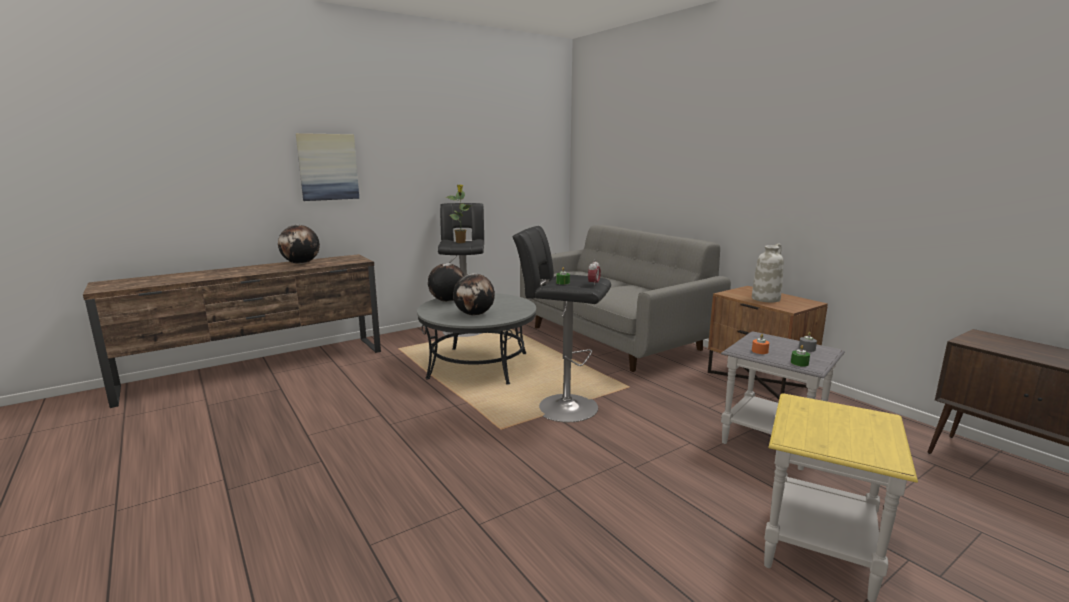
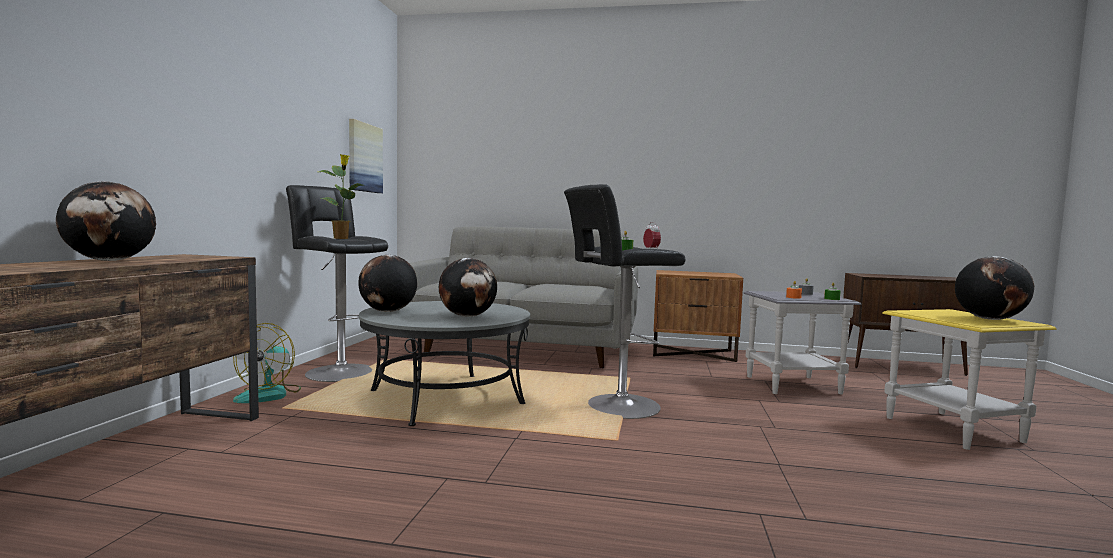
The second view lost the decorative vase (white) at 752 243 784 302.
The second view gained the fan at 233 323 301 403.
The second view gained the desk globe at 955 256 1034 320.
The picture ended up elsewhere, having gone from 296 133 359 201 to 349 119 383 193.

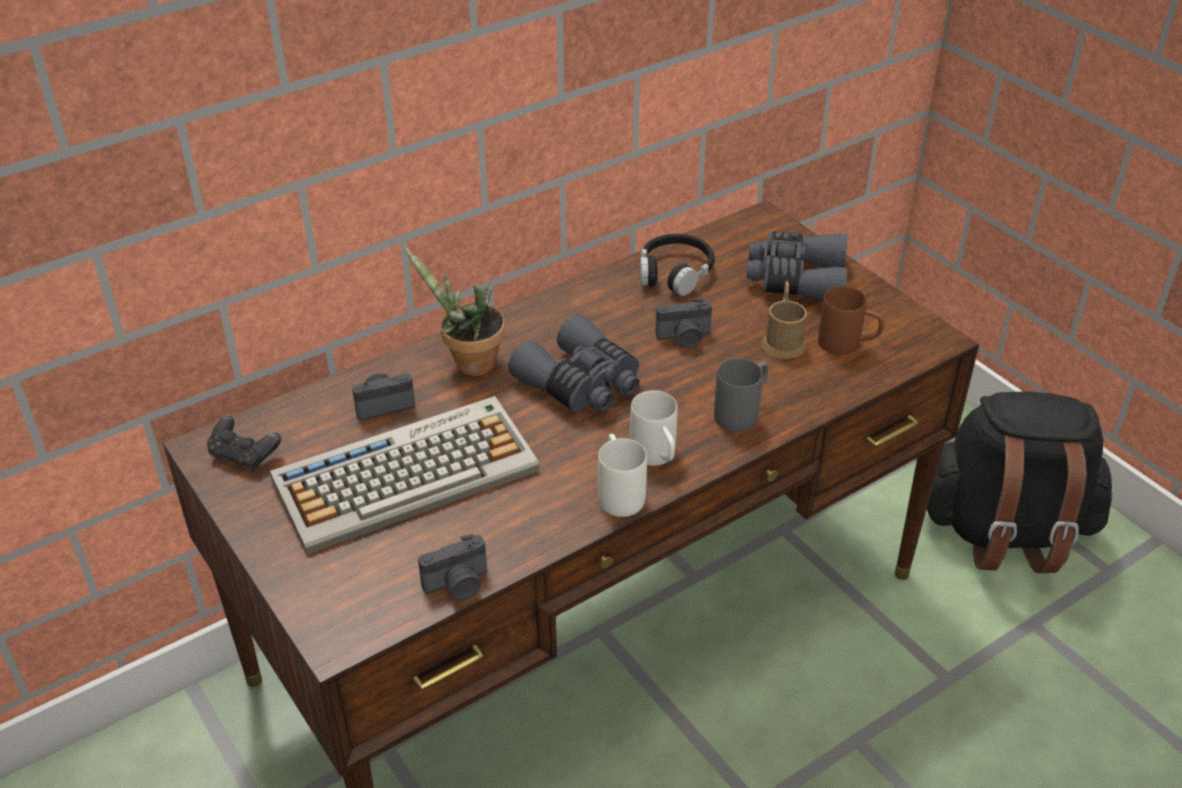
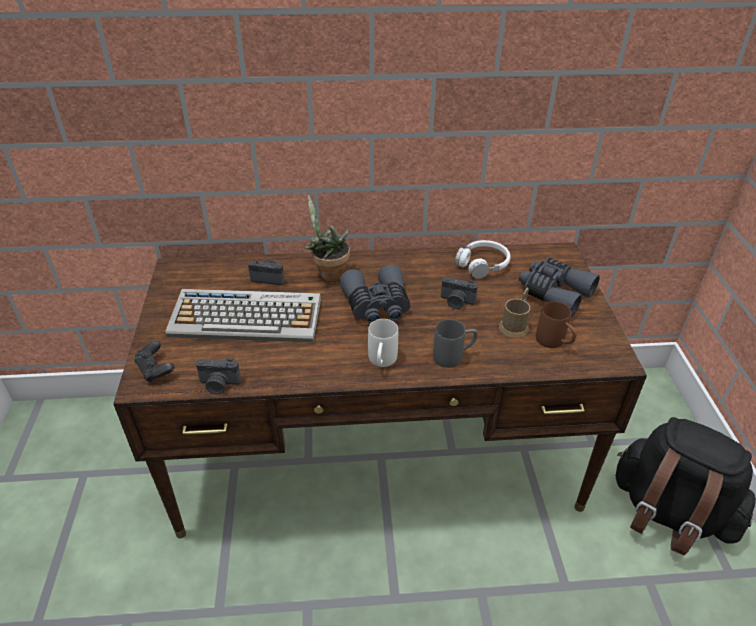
The second view lost the tea mug (white) at 598 434 647 517.
The game controller (black-coloured) ended up elsewhere, having gone from 207 416 281 471 to 135 341 174 382.
What was the pair of headphones (black-coloured) at 639 234 715 296 turned into the pair of headphones (white) at 455 240 511 279.

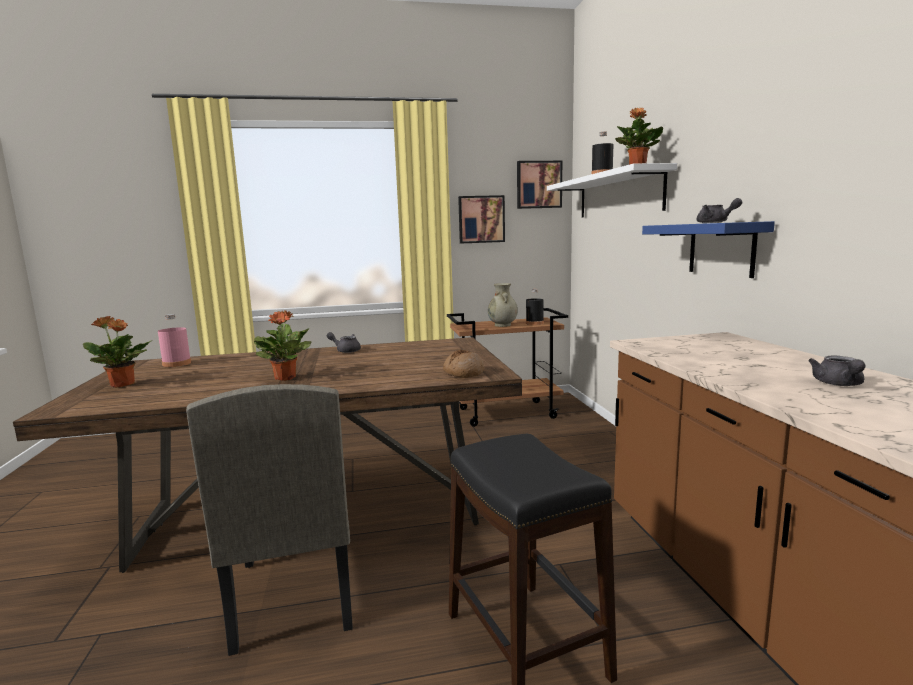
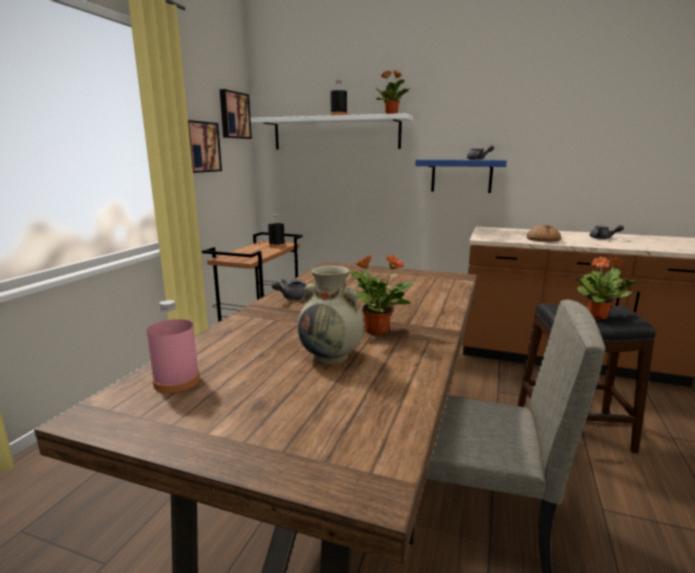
The potted plant ended up elsewhere, having gone from 83 316 152 388 to 572 256 638 320.
The baked bread ended up elsewhere, having gone from 443 349 484 378 to 527 225 561 242.
The decorative vase (beige-coloured) ended up elsewhere, having gone from 488 283 518 327 to 297 266 364 364.

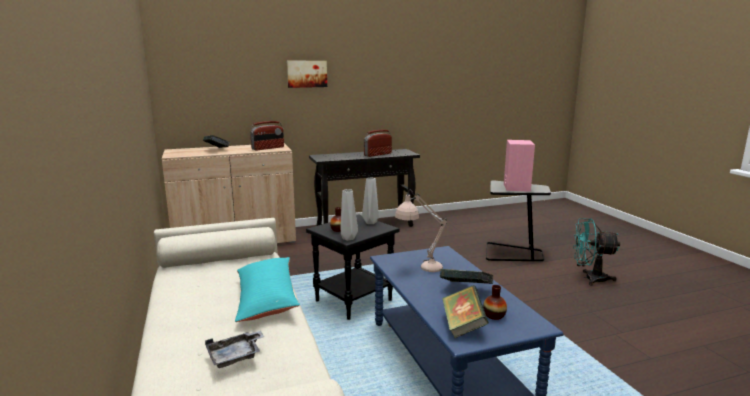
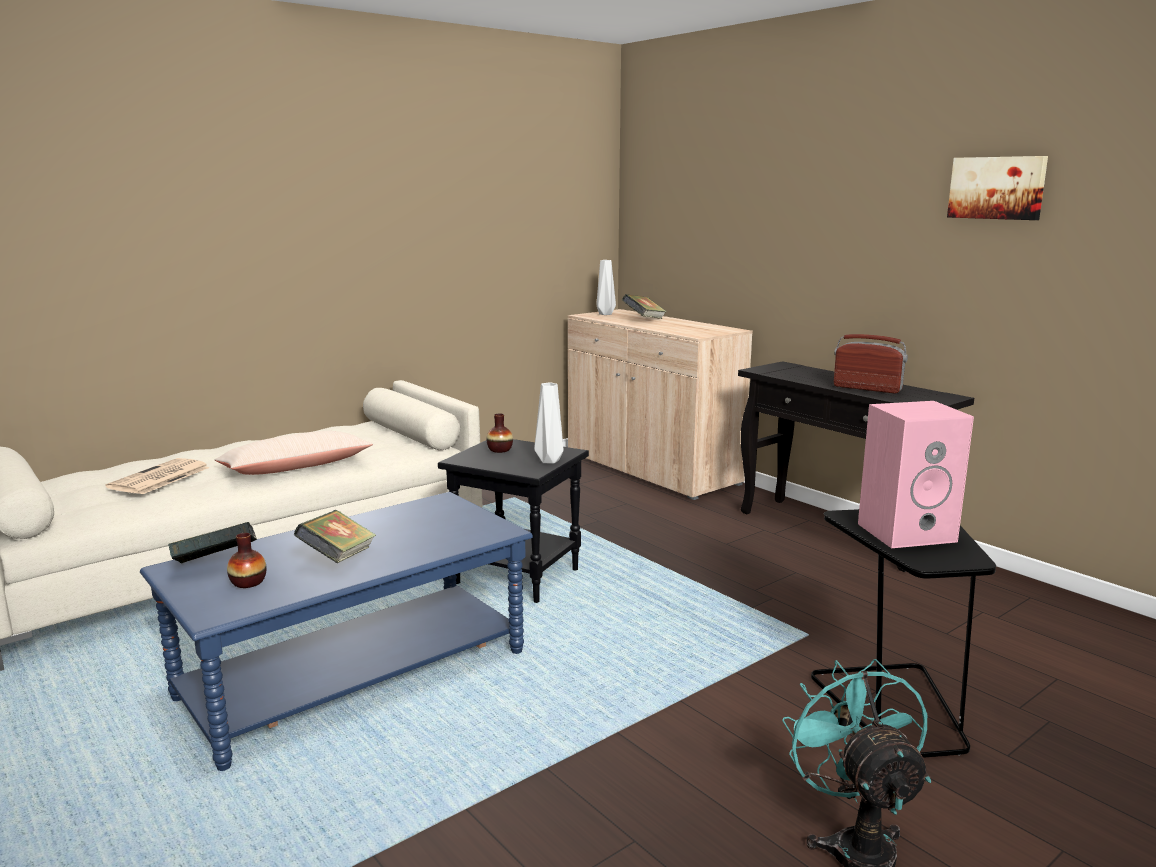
The second view lost the radio set at 250 121 284 150.
The second view lost the table lamp (beige-coloured) at 395 190 447 272.
The picture ended up elsewhere, having gone from 287 61 327 88 to 947 156 1048 220.
The decorative vase (gray) ended up elsewhere, having gone from 340 189 358 241 to 596 260 616 315.
Where the tray (gray) stood at 205 331 264 368, the printed paper came to stand at 106 458 210 494.
What was the pillow (turquoise-coloured) at 235 257 300 322 turned into the pillow (beige-coloured) at 215 431 373 475.

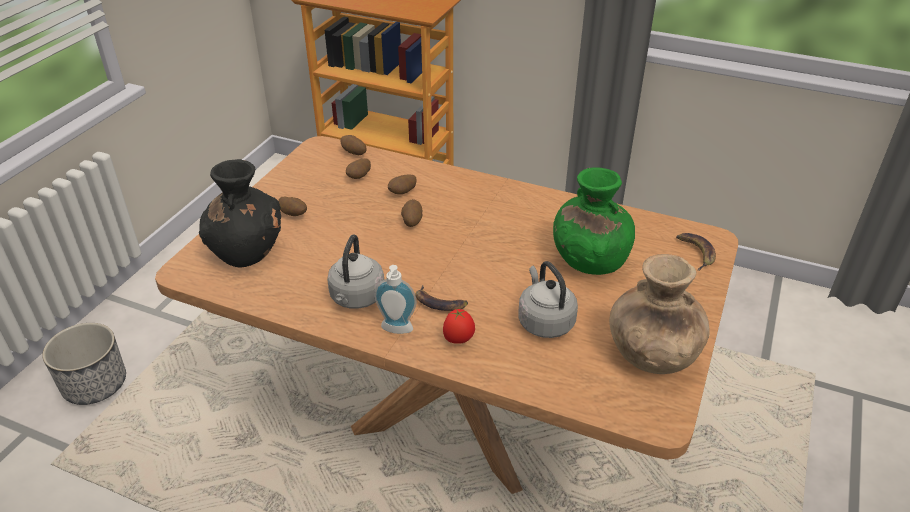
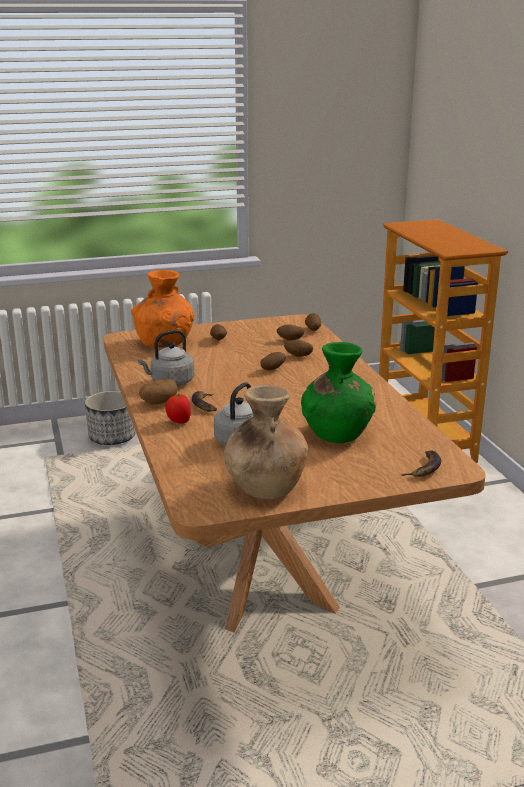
Where the liquid soap bottle stood at 374 265 417 334, the potato came to stand at 139 379 178 404.
What was the decorative vase (black-coloured) at 199 159 281 267 turned into the decorative vase (orangey) at 131 270 195 347.

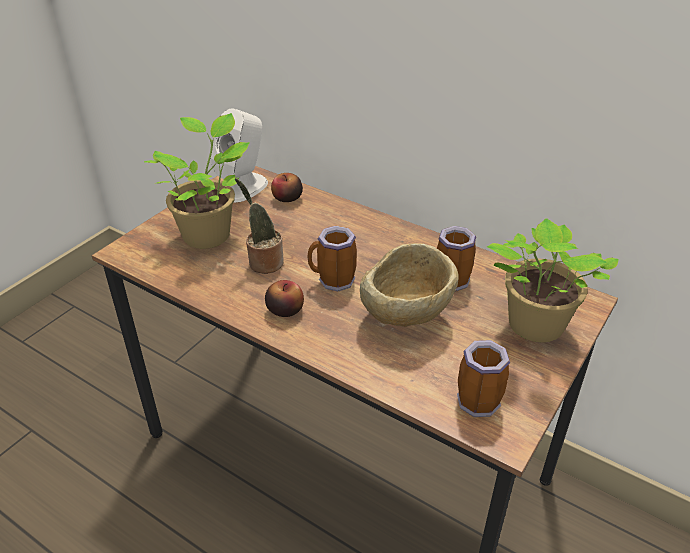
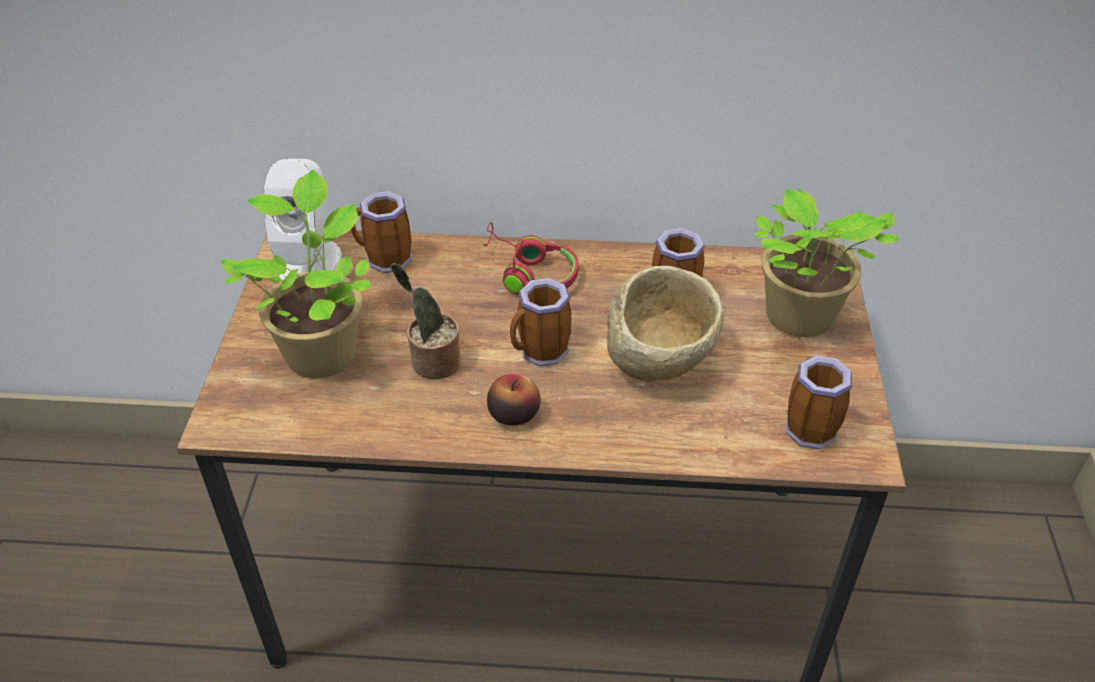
The second view gained the pair of headphones (red-coloured) at 483 222 578 295.
Where the apple stood at 271 173 303 202, the tea mug came to stand at 351 191 412 273.

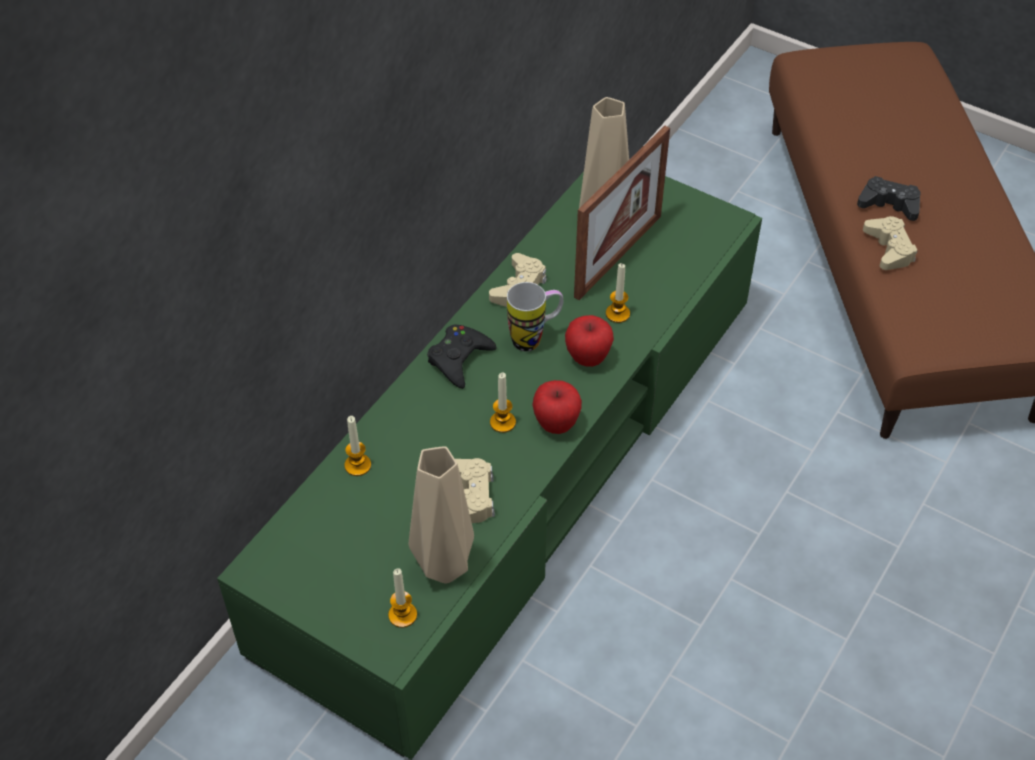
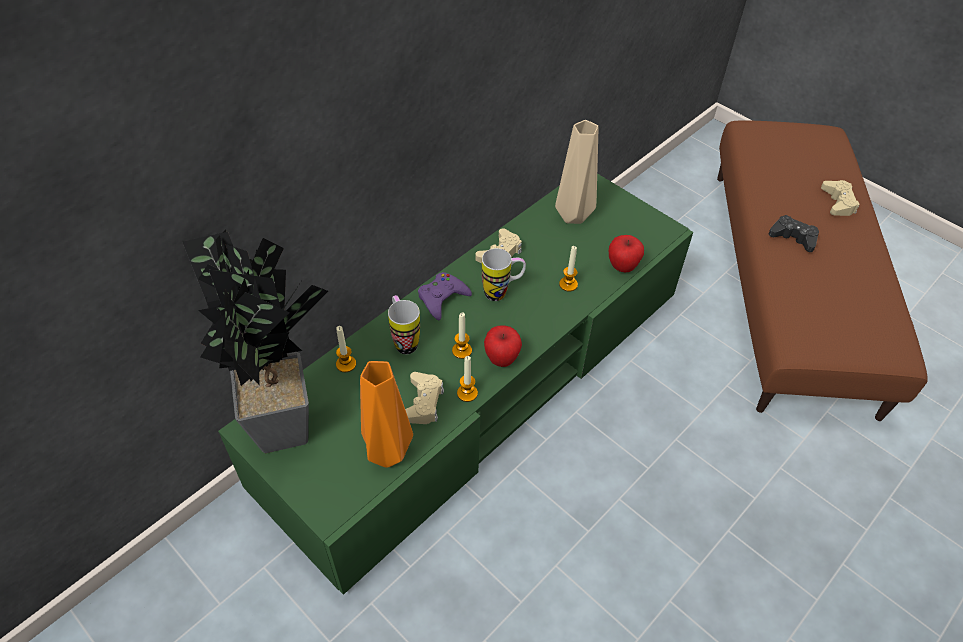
The second view lost the photo frame at 574 126 670 300.
The second view gained the potted plant at 183 229 328 453.
The second view gained the tea mug at 388 295 420 354.
The wax light ended up elsewhere, having gone from 388 568 417 628 to 457 356 478 402.
The apple ended up elsewhere, having gone from 565 315 614 367 to 609 235 644 273.
The game controller (beige-coloured) ended up elsewhere, having gone from 863 216 917 270 to 821 180 860 216.
What was the decorative vase (beige-coloured) at 409 446 474 583 turned into the decorative vase (orangey) at 360 361 413 468.
What was the game controller (black-coloured) at 427 324 497 389 turned into the game controller (purple) at 418 272 472 320.

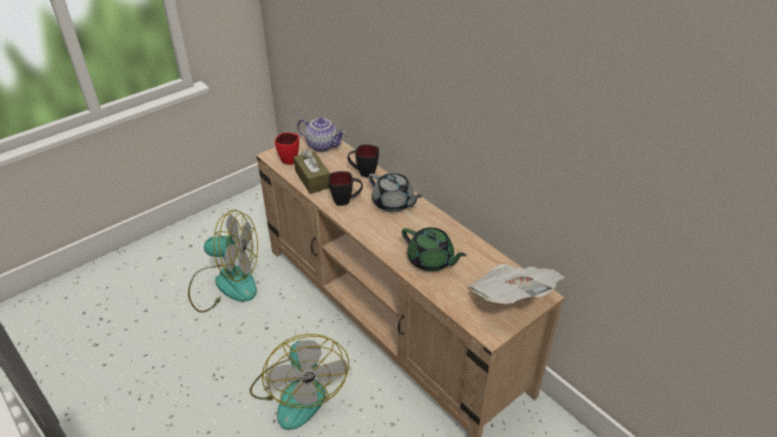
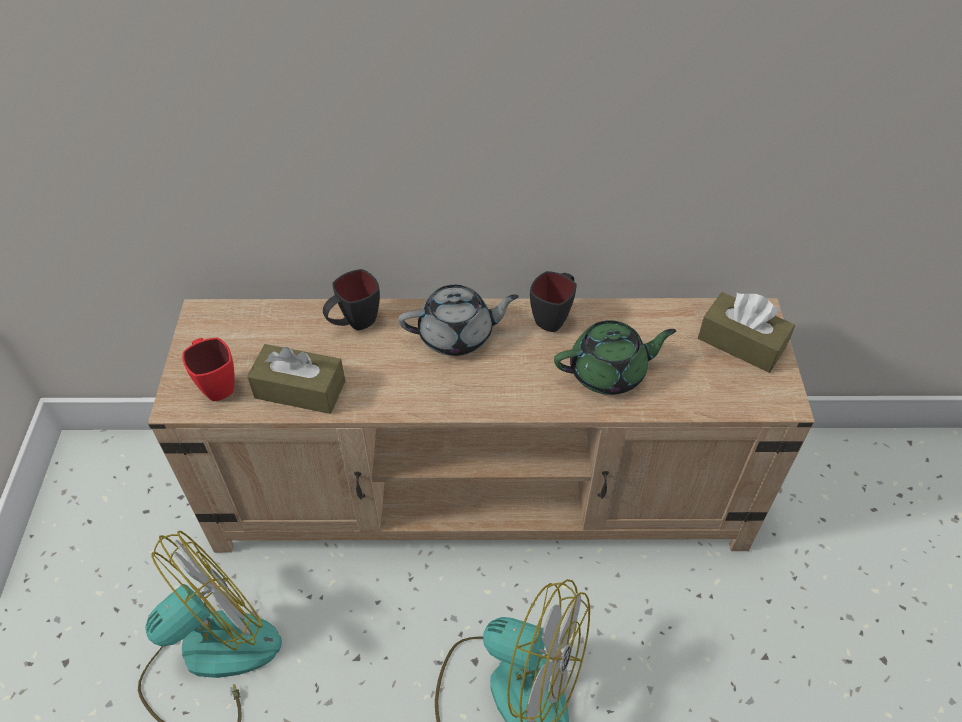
The second view lost the tea pot at 297 118 346 152.
The tea mug (black-coloured) ended up elsewhere, having gone from 328 171 363 206 to 530 271 577 332.
Where the printed paper stood at 468 264 565 304, the tissue holder (brownish) came to stand at 698 292 795 373.

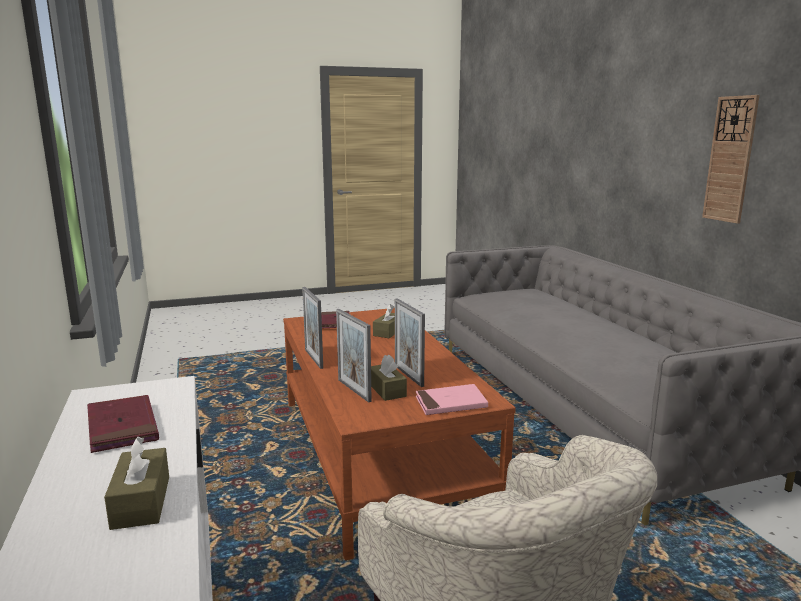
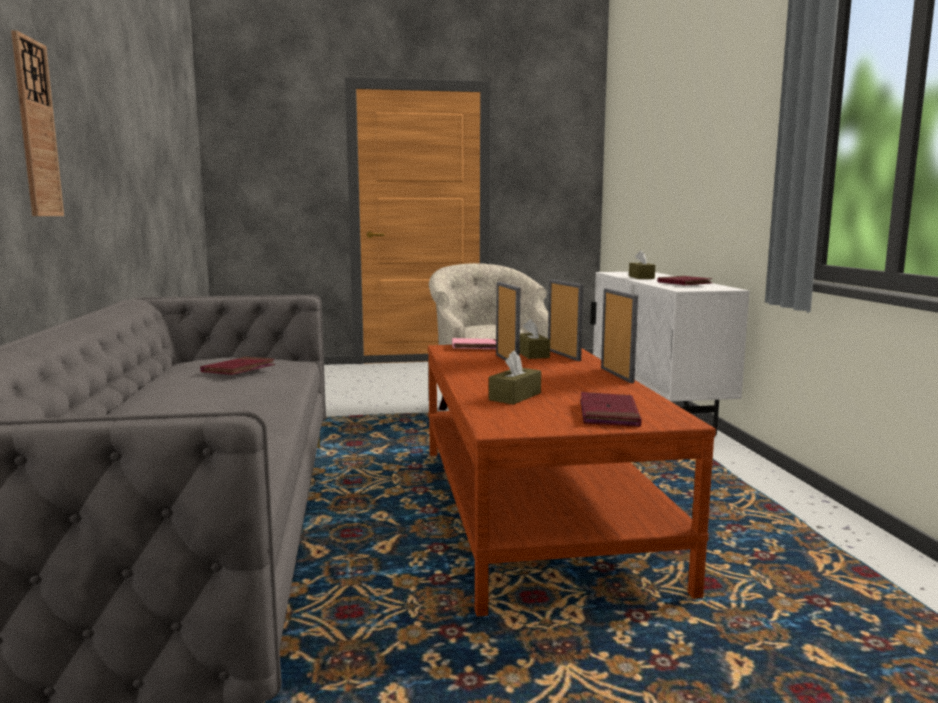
The second view gained the volume (red-coloured) at 200 357 275 375.

